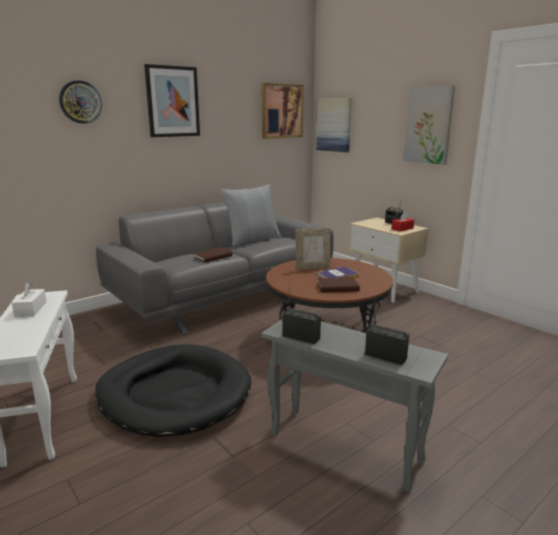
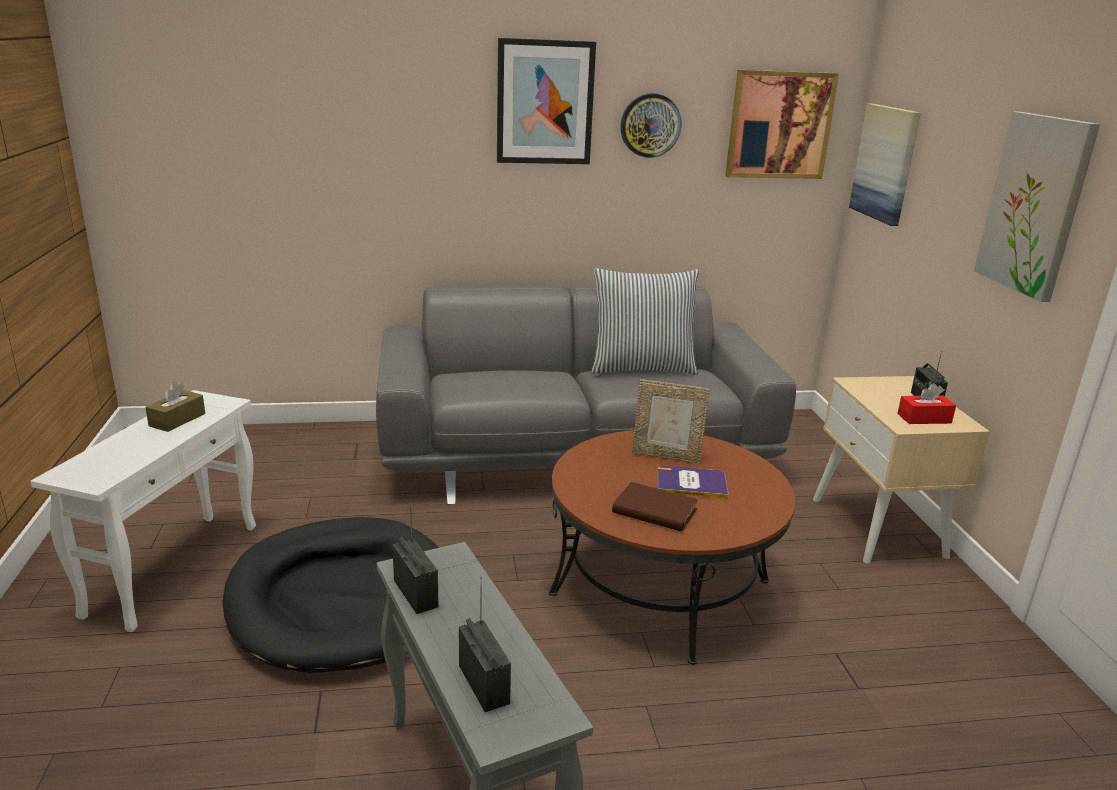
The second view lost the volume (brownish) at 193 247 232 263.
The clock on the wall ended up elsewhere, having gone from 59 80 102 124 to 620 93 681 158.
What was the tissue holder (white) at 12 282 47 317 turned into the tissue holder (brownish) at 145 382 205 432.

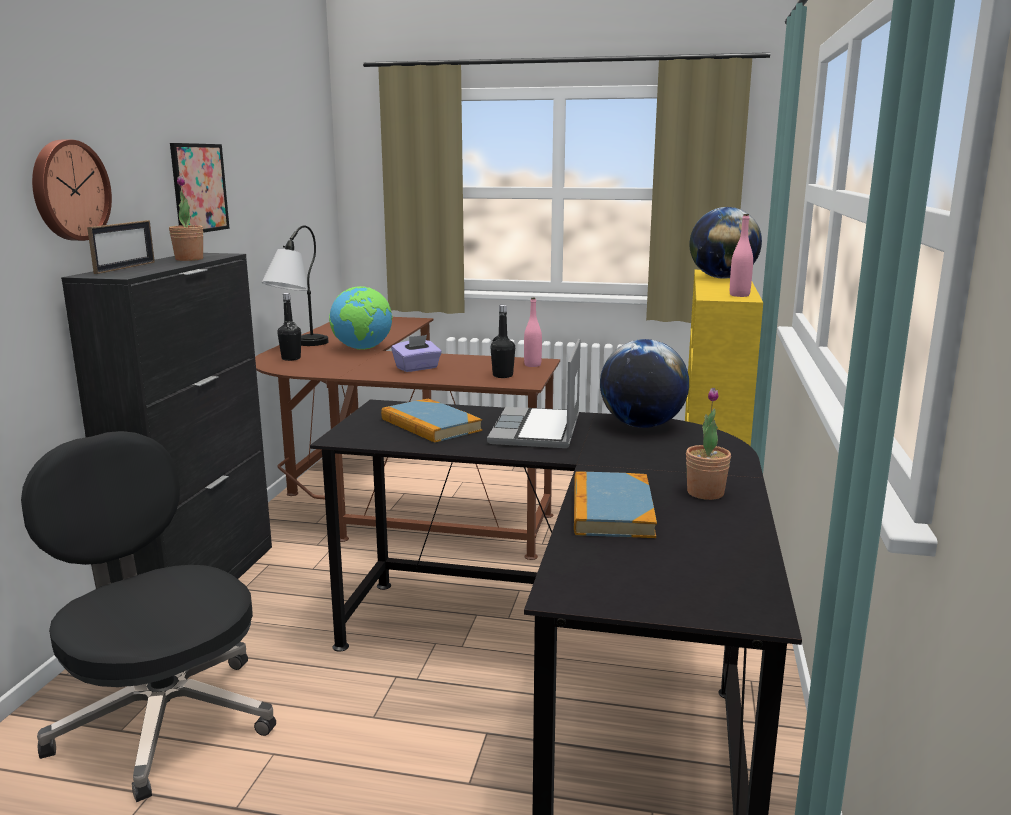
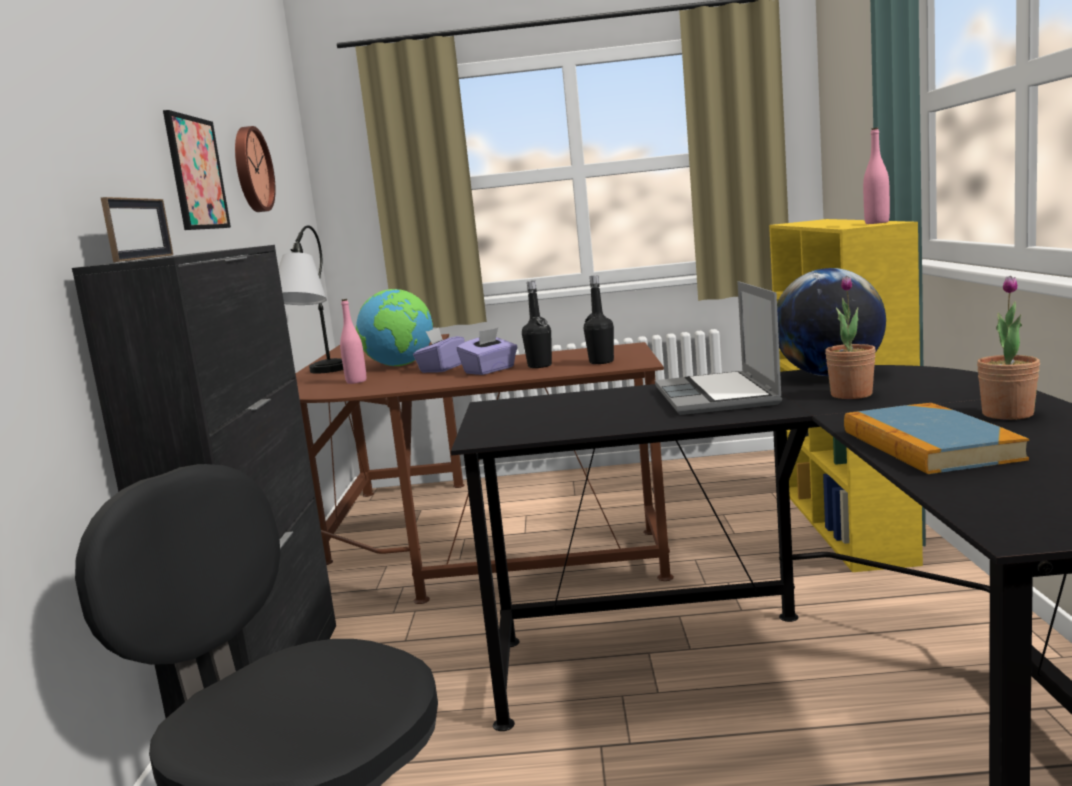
The second view lost the volume at 381 399 482 443.
The second view lost the desk globe at 690 207 762 279.
The second view gained the tissue holder (purple) at 413 327 465 373.
The clock on the wall ended up elsewhere, having gone from 32 140 112 241 to 235 126 276 212.
The potted plant ended up elsewhere, having gone from 169 176 203 261 to 825 276 876 399.
The drink bottle (black-coloured) ended up elsewhere, having gone from 278 293 301 361 to 522 281 552 368.
The drink bottle (pink-coloured) ended up elsewhere, having gone from 524 298 542 367 to 340 299 366 384.

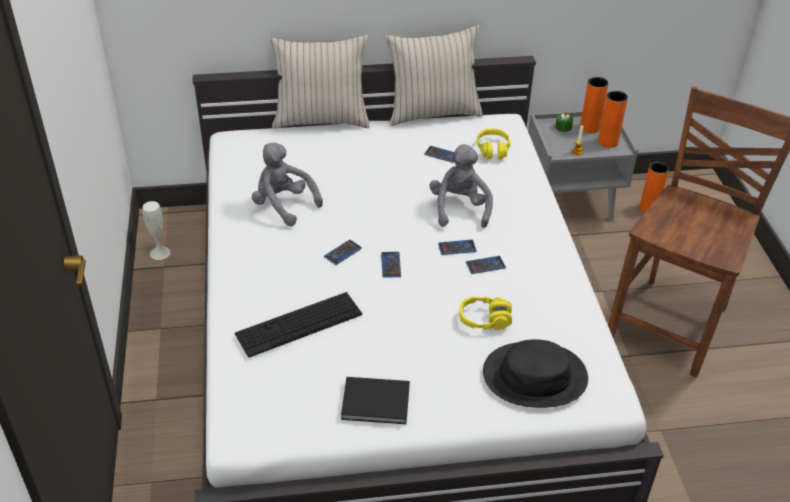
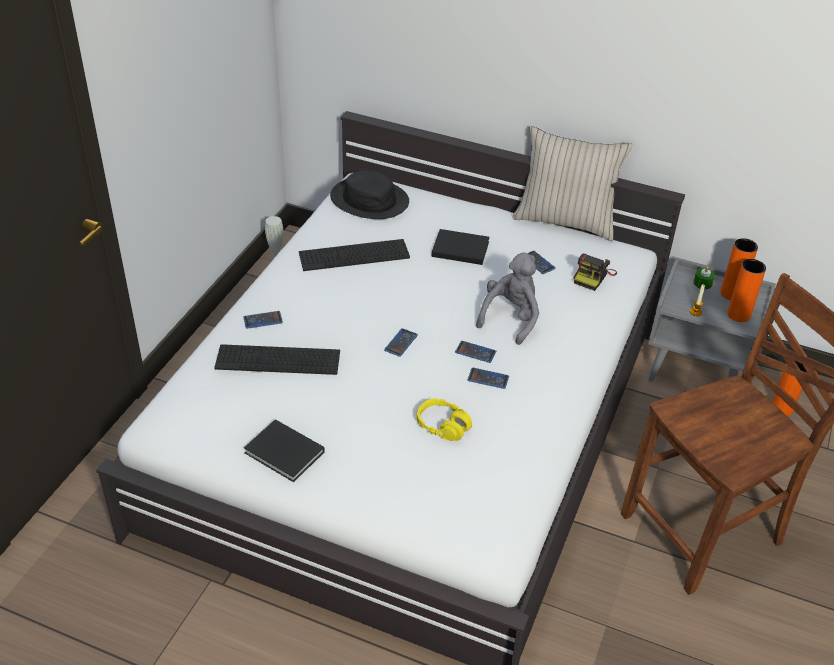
The second view lost the pillow (beige-coloured) at 269 35 370 129.
The second view gained the volume (black-coloured) at 432 229 489 265.
The phone ended up elsewhere, having gone from 324 240 362 265 to 243 311 283 329.
The clothing hat (black-coloured) ended up elsewhere, having gone from 483 339 588 408 to 330 171 409 219.
Where the soft toy (gray) stood at 252 143 323 227, the PC keyboard came to stand at 299 239 410 271.
Where the pair of headphones (yellow) stood at 477 129 511 159, the photo camera came to stand at 573 254 617 291.

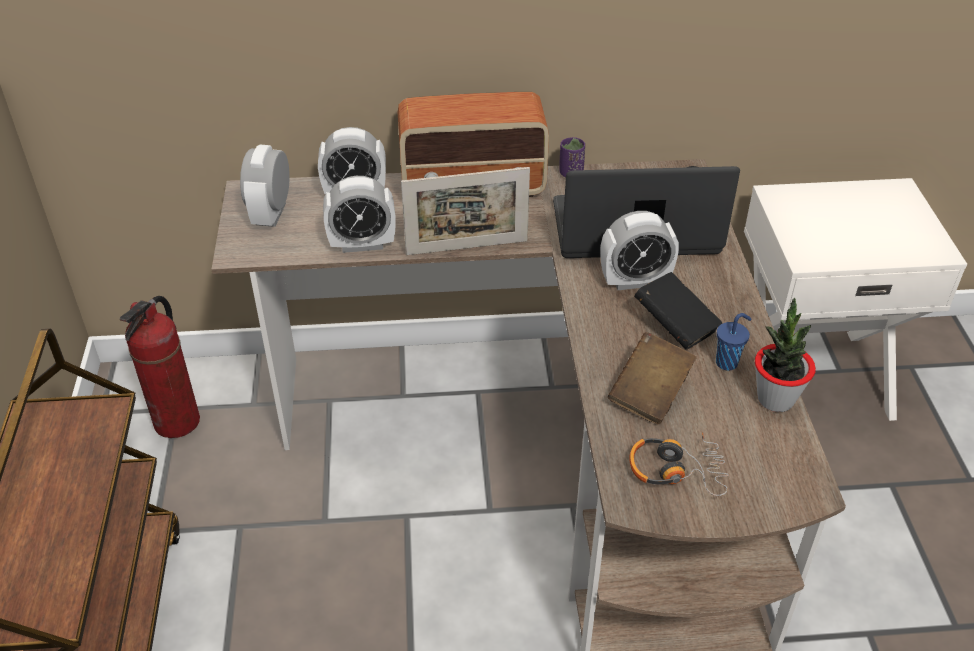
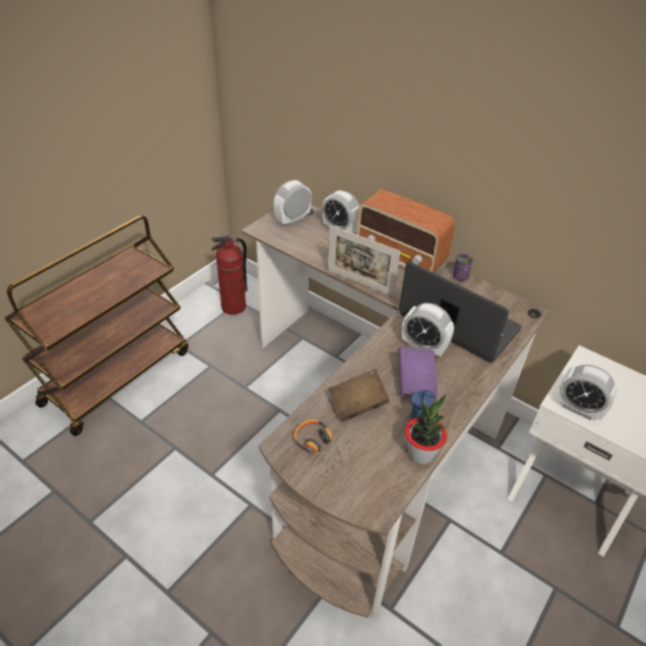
The bedside clock ended up elsewhere, having gone from 323 176 396 253 to 556 364 618 420.
What was the volume (black-coloured) at 634 272 722 349 turned into the volume (purple) at 398 347 438 399.

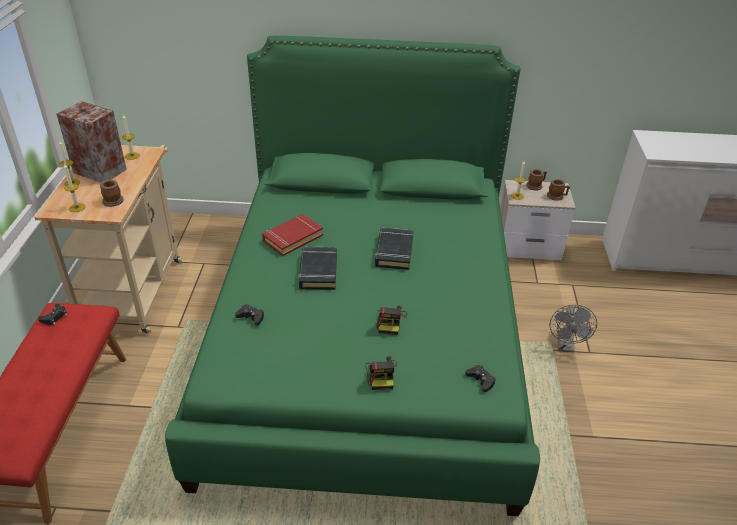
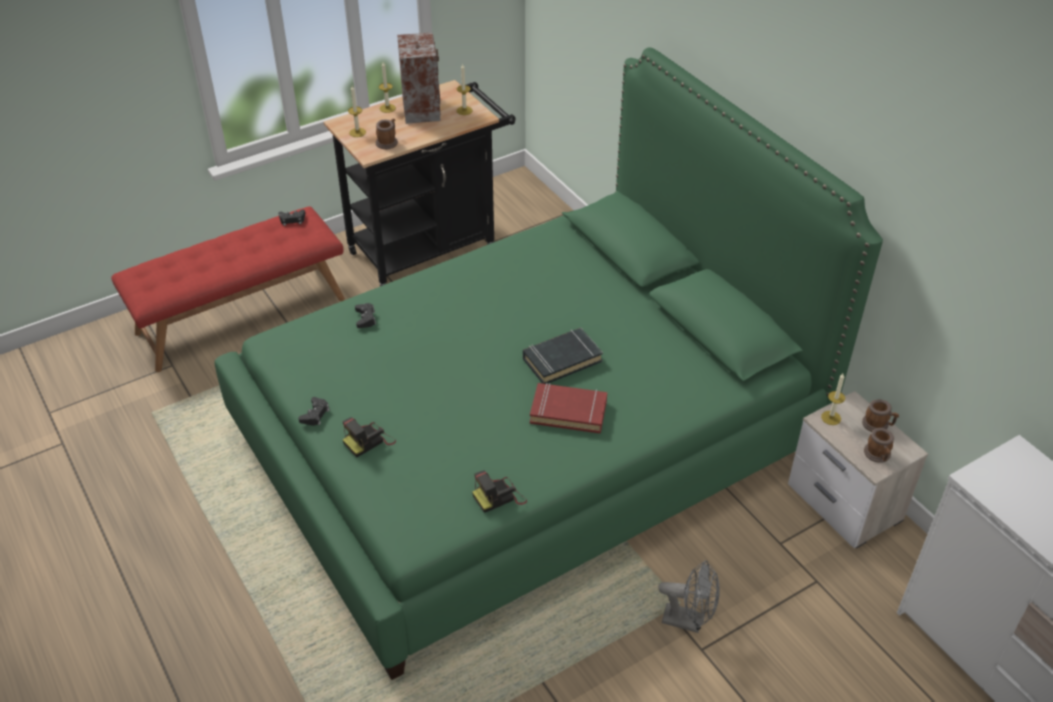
The second view lost the volume (black-coloured) at 298 247 337 290.
The volume (red-coloured) ended up elsewhere, having gone from 262 214 323 256 to 530 383 607 434.
The photo camera ended up elsewhere, having gone from 376 305 407 335 to 472 471 527 513.
The game controller (black-coloured) ended up elsewhere, having gone from 465 365 496 392 to 298 397 330 426.
What was the cart (beige-coloured) at 34 145 182 335 turned into the cart (black-coloured) at 324 80 515 286.
The fan (gray) at 550 305 597 352 ended up facing another way, 135 degrees counterclockwise from before.

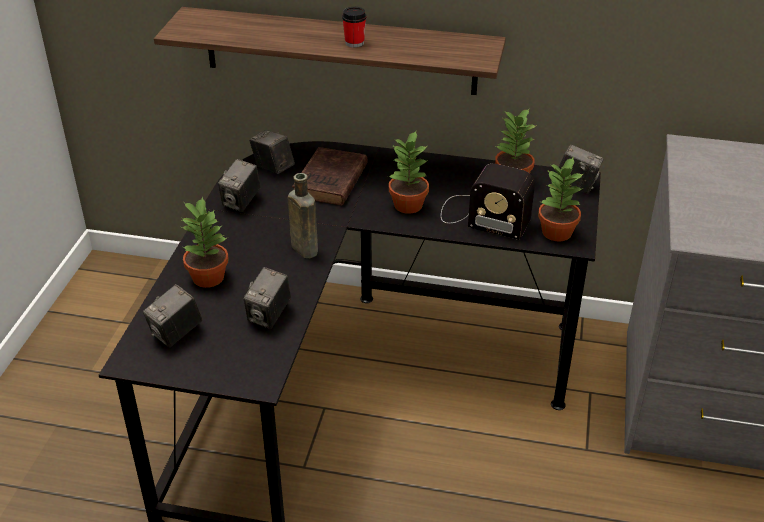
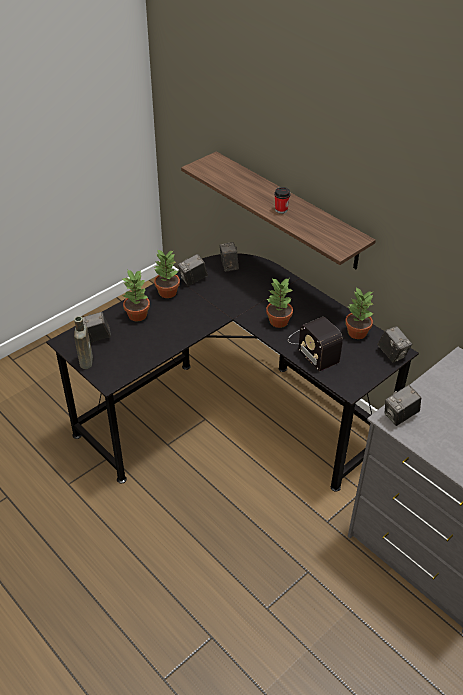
The second view lost the volume (brownish) at 292 147 368 206.
The photo camera ended up elsewhere, having gone from 244 267 291 329 to 384 385 421 426.
The drink bottle (brownish) ended up elsewhere, having gone from 288 173 318 258 to 74 316 93 369.
The potted plant ended up elsewhere, having gone from 538 157 583 242 to 154 249 180 298.

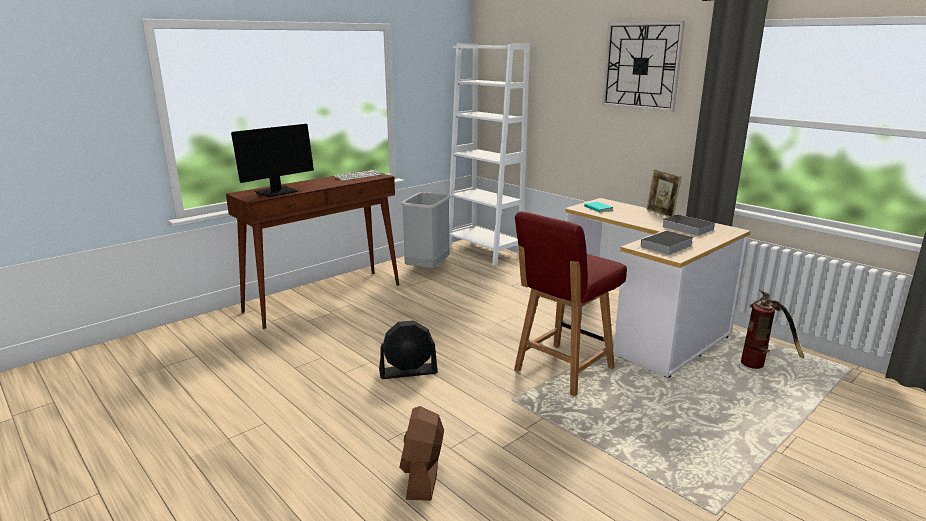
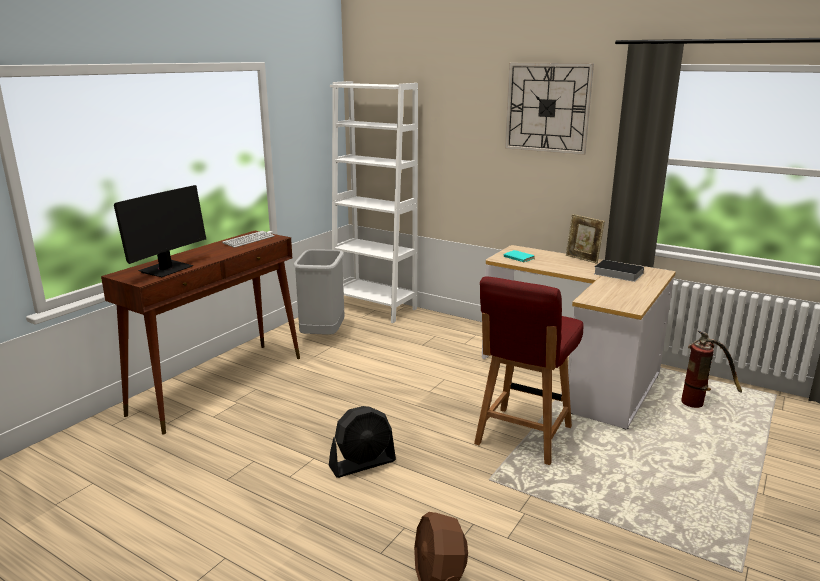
The second view lost the volume at 639 231 694 255.

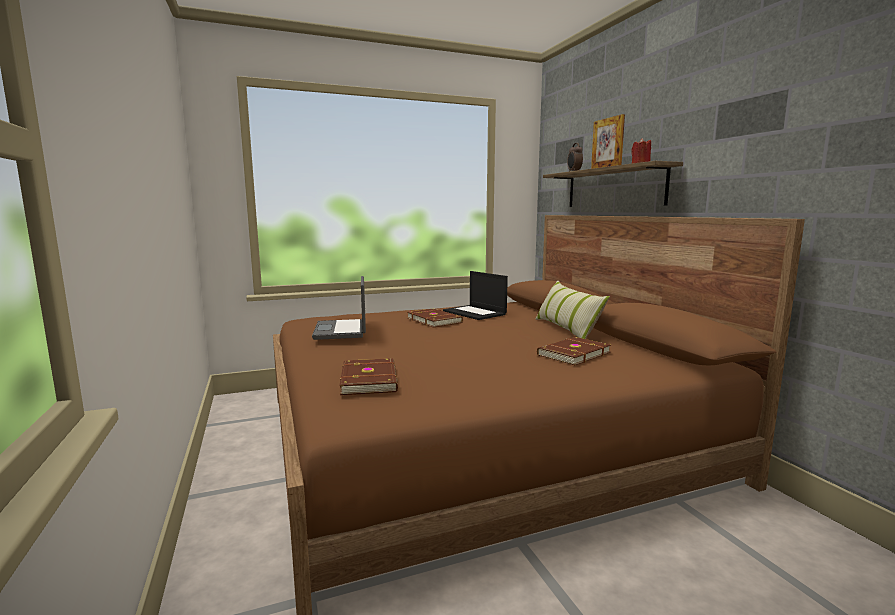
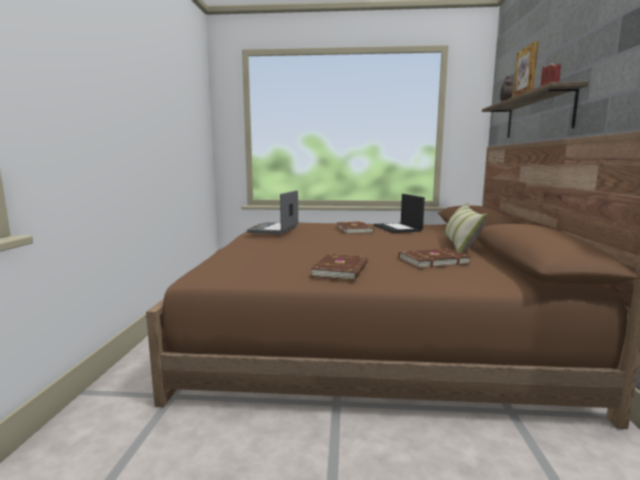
The volume (brownish) ended up elsewhere, having gone from 339 358 398 395 to 311 254 368 280.

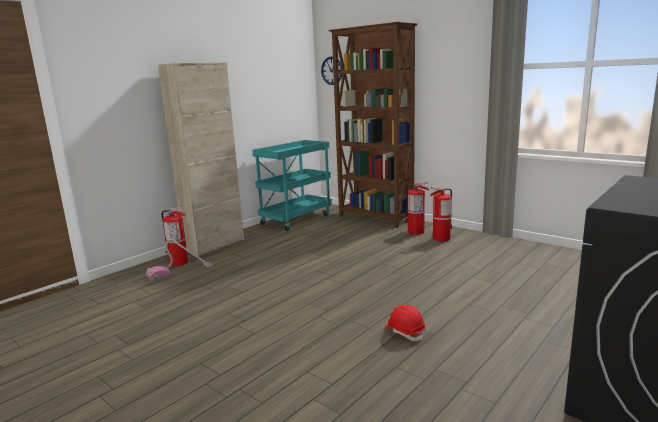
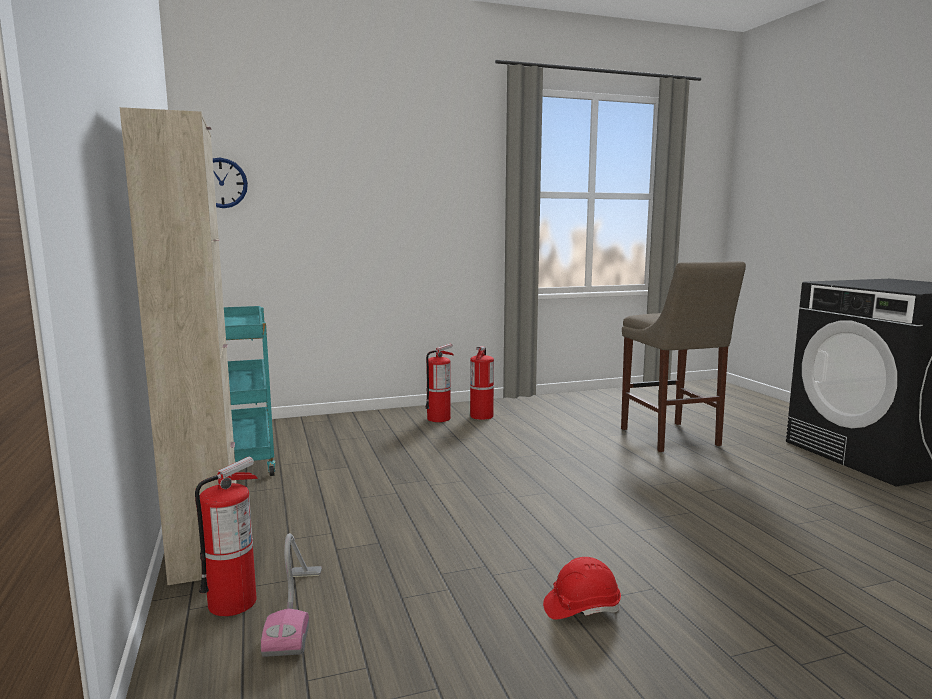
The second view lost the bookcase (brownish) at 328 22 418 228.
The second view gained the stool seat (beige-coloured) at 621 261 746 452.
The safety helmet (red-coloured) ended up elsewhere, having gone from 384 305 426 341 to 543 557 621 620.

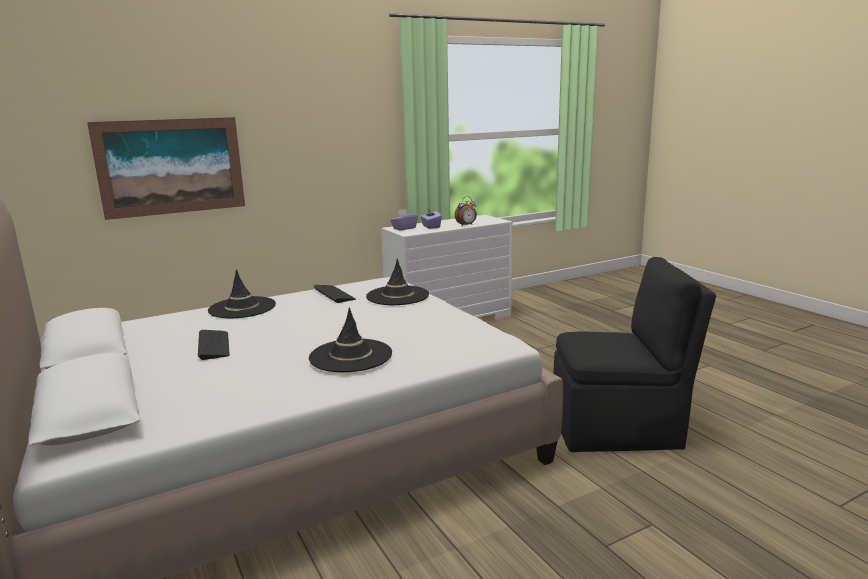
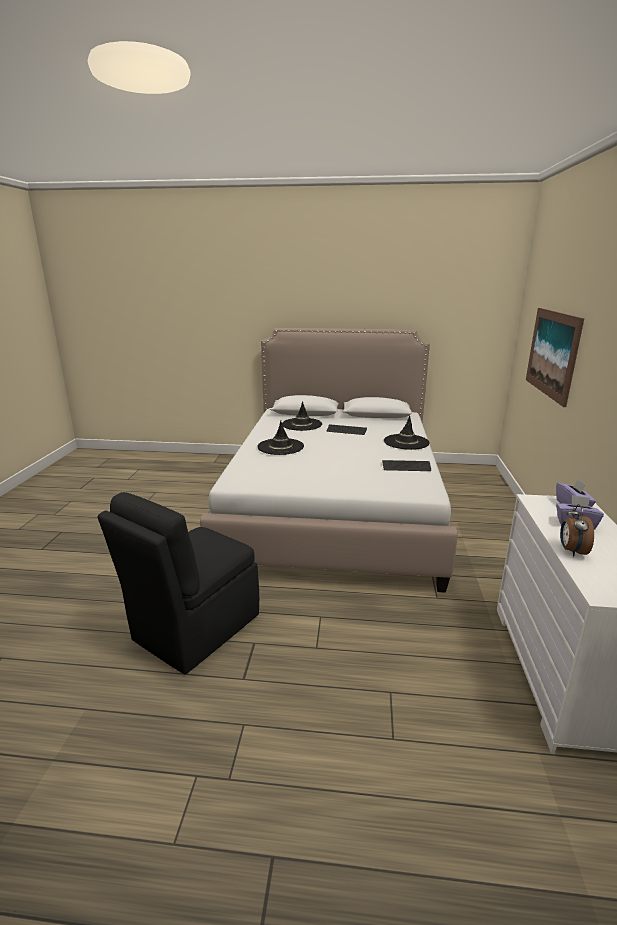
The clothing hat (black-coloured) ended up elsewhere, having gone from 366 259 429 305 to 282 401 322 431.

